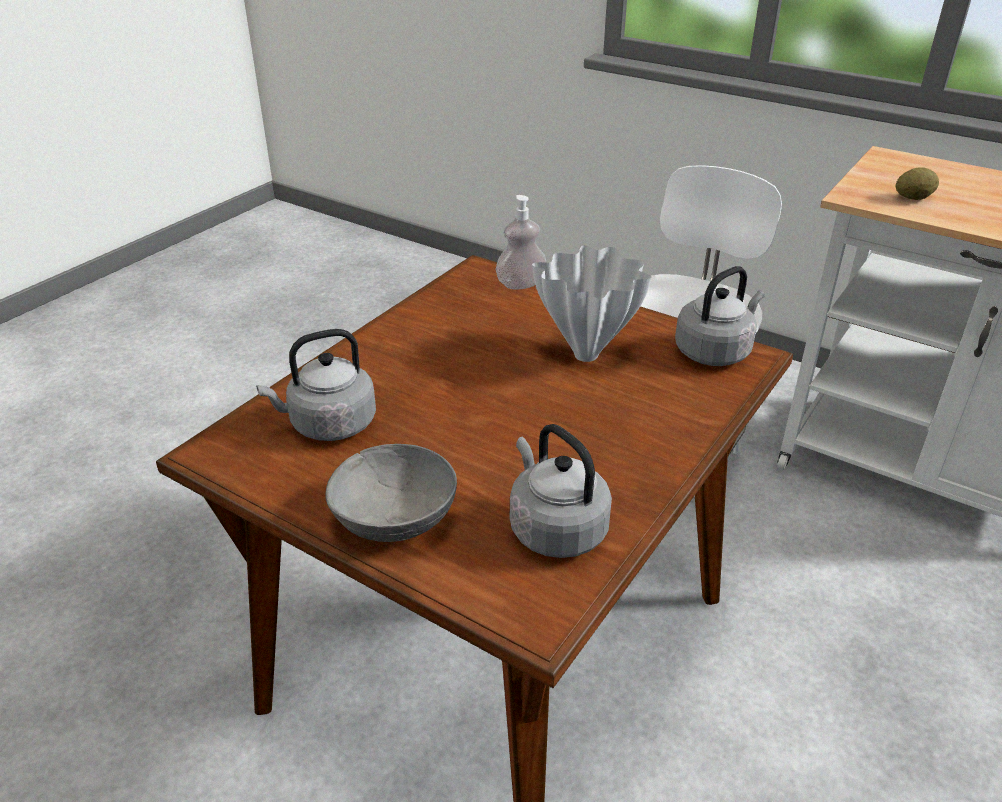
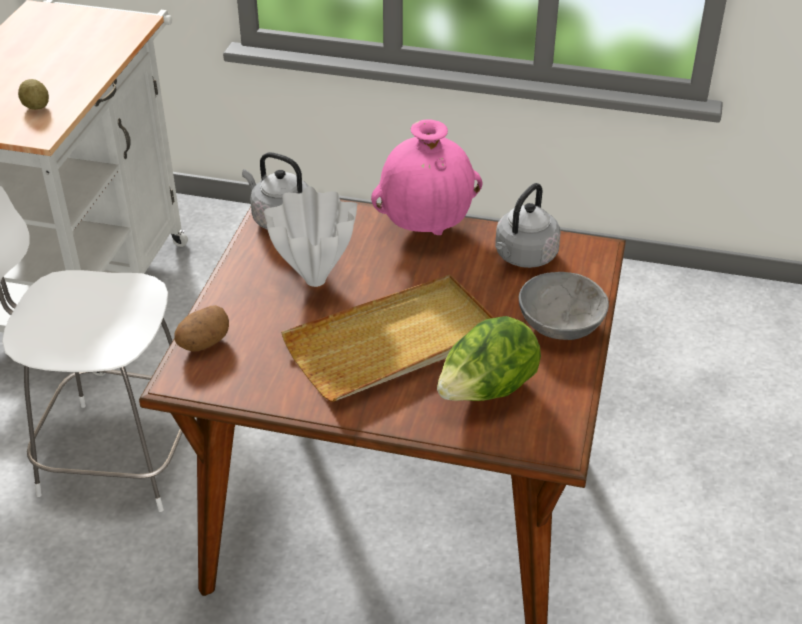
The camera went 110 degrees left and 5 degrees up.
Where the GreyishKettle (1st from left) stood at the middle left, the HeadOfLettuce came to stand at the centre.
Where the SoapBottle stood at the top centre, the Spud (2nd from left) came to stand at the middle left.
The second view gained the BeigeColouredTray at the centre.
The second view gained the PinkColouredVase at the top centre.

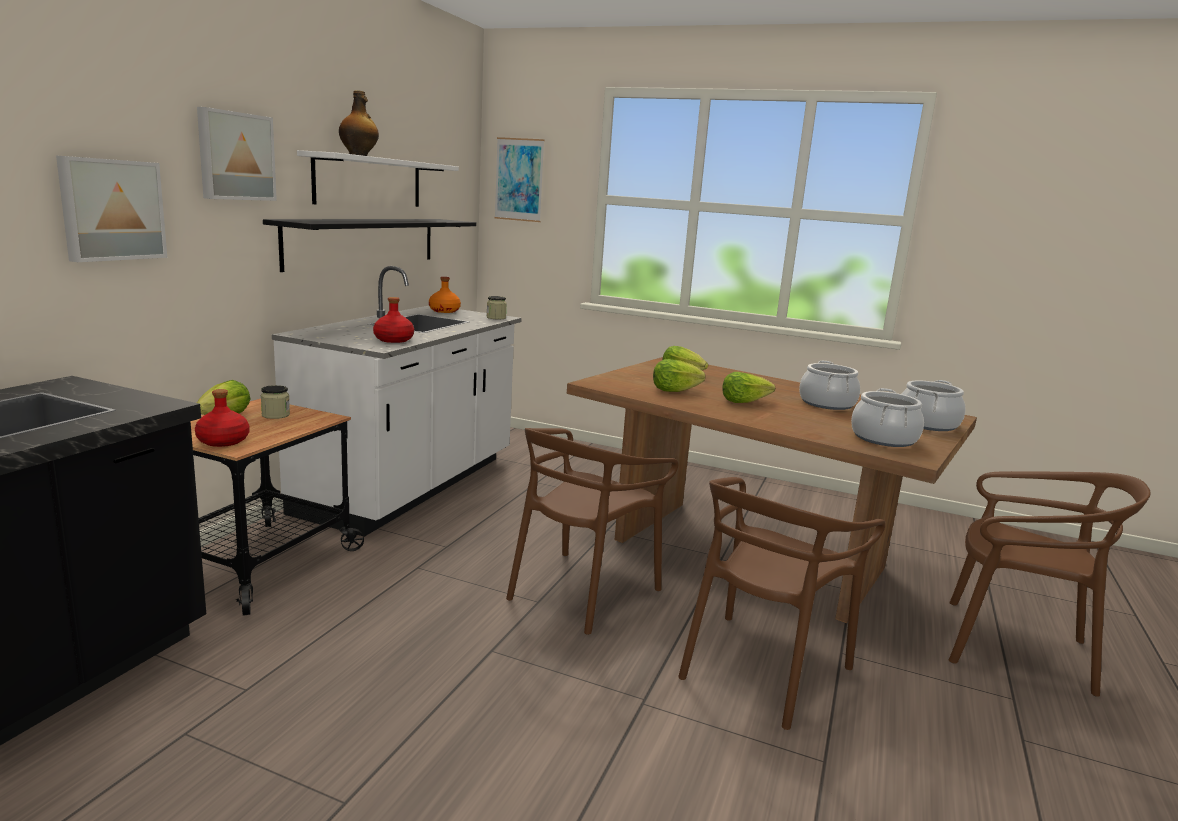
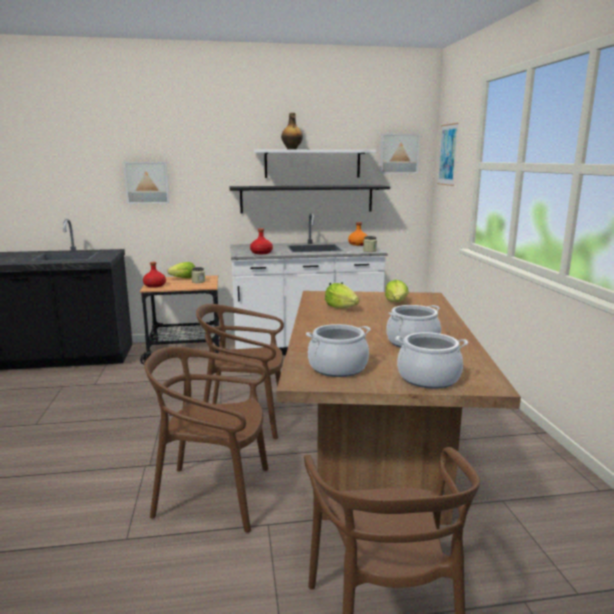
The camera went 60 degrees right and 0 degrees up.
The WallPicture (2nd from left) ended up elsewhere, having gone from the top left to the top centre.
The second view lost the HeadOfLettuce (4th from left) at the centre.

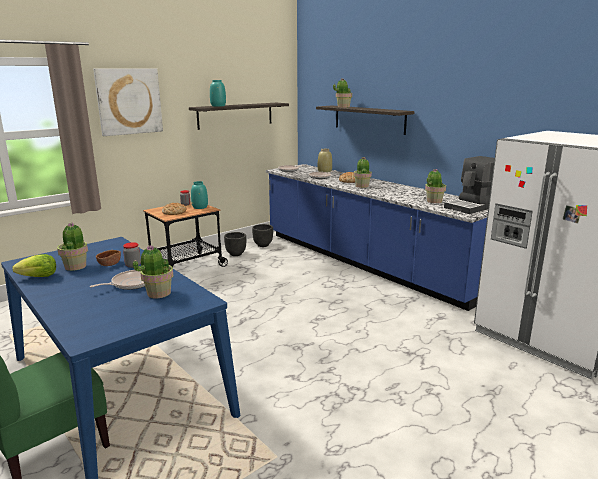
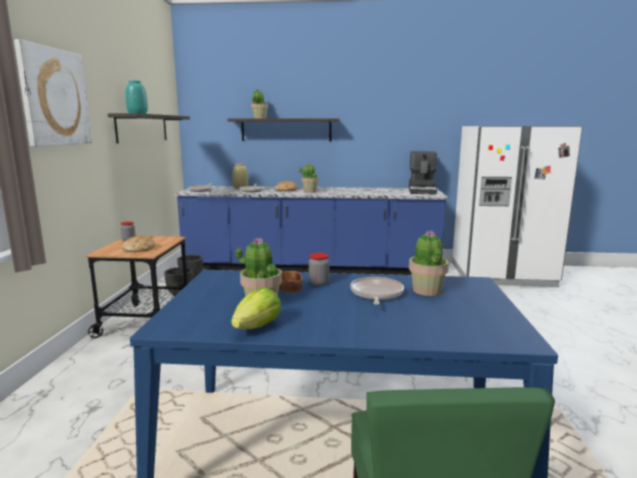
The camera went 45 degrees left and 5 degrees down.
The second view lost the TurquoiseVase (1st from left) at the middle left.
The second view lost the Houseplant (5th from left) at the middle right.

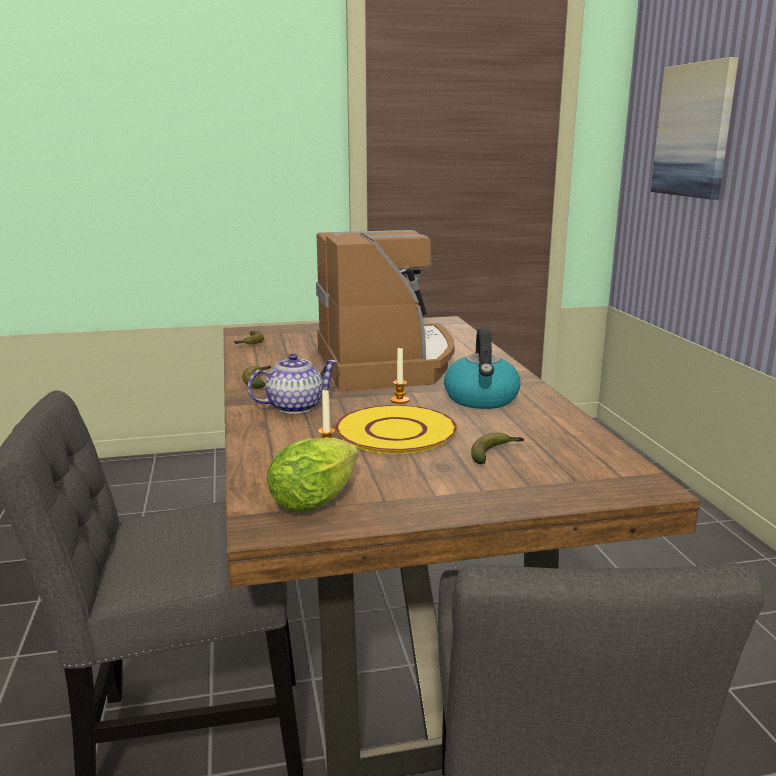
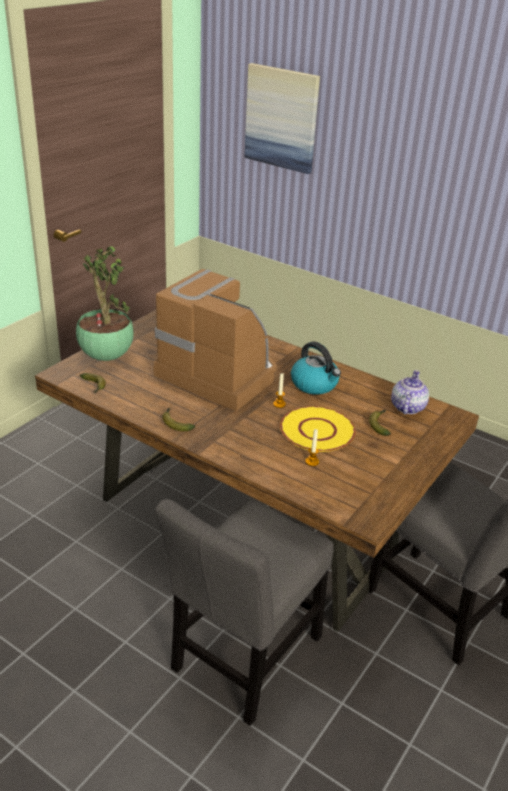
The camera went 45 degrees left and 15 degrees up.
The TeaPot ended up elsewhere, having gone from the centre to the middle right.
The second view lost the HeadOfLettuce at the centre.
The second view gained the Houseplant at the middle left.

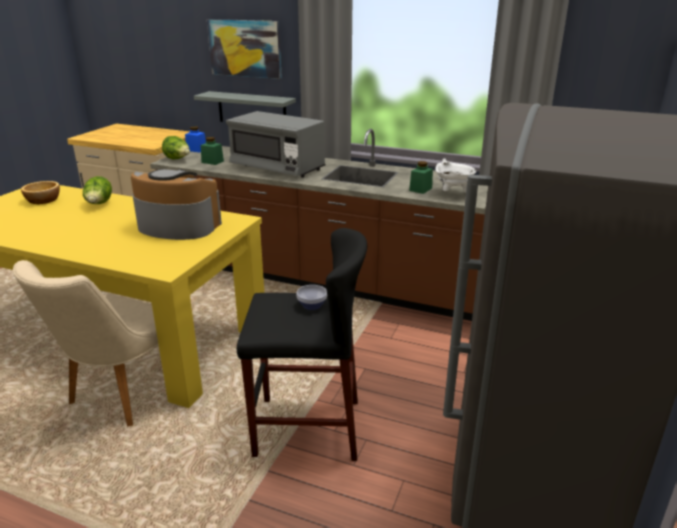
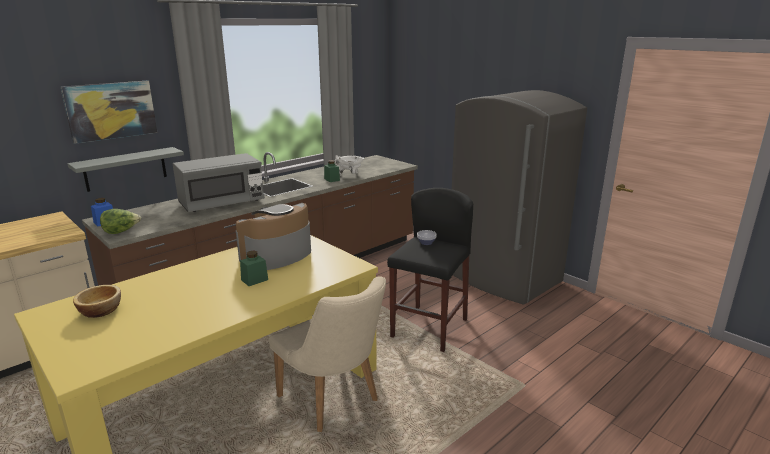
The camera went 65 degrees left and 5 degrees down.
The second view lost the HeadOfLettuce (1st from left) at the middle left.
The GreenColouredPreserveJar (1st from left) ended up elsewhere, having gone from the top left to the middle left.

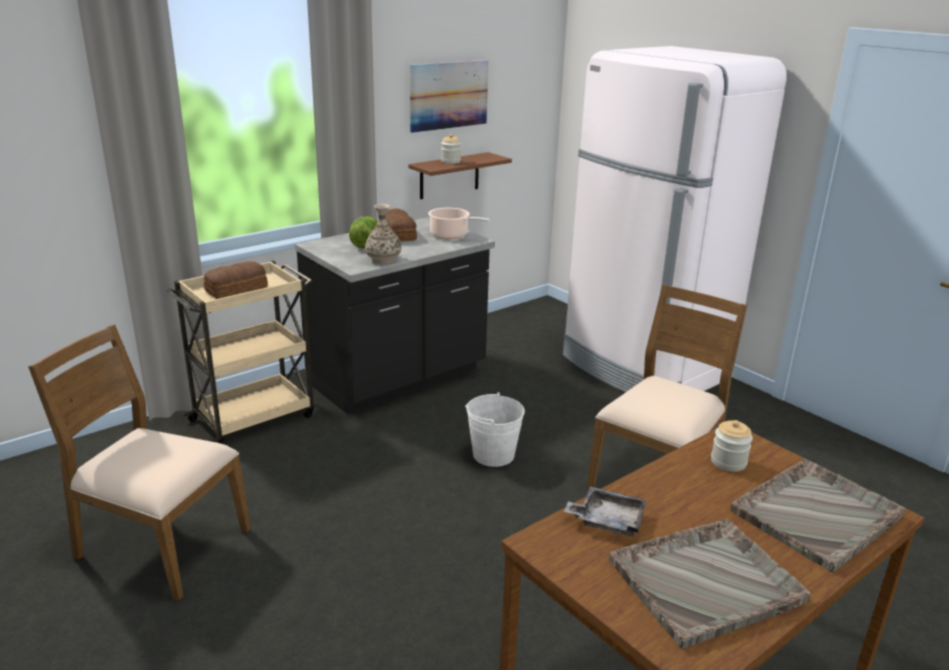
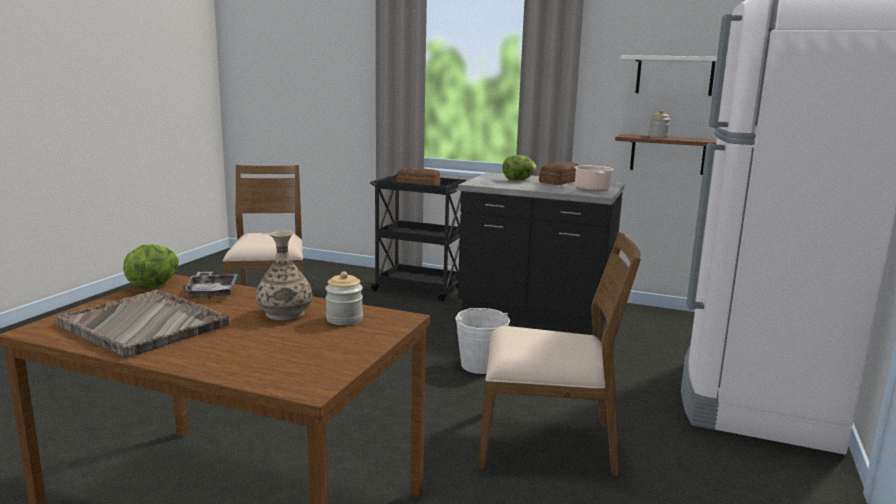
The camera went 60 degrees right and 10 degrees down.
What was the BeigeColouredCart at the middle left turned into the BlackCart at the centre.
The Vase ended up elsewhere, having gone from the centre to the middle left.
Where the WallPicture hung at the top centre, the WhiteWallShelf came to hang at the top right.
The second view lost the GreyishTray (3rd from left) at the bottom right.
The second view gained the HeadOfLettuce (1st from left) at the middle left.

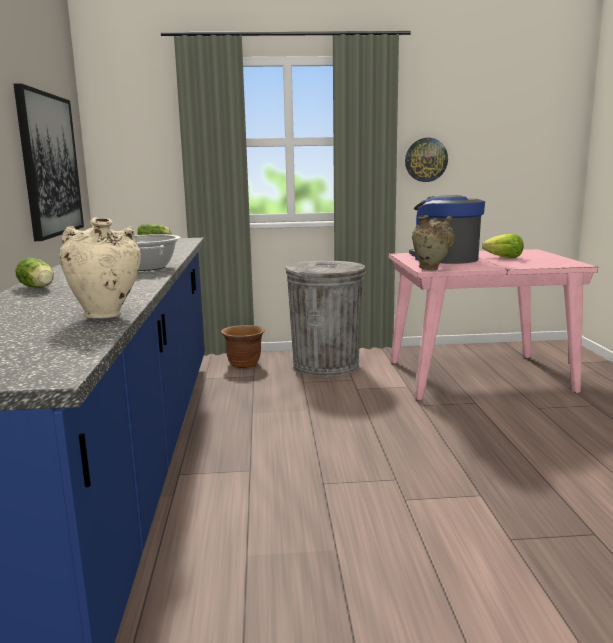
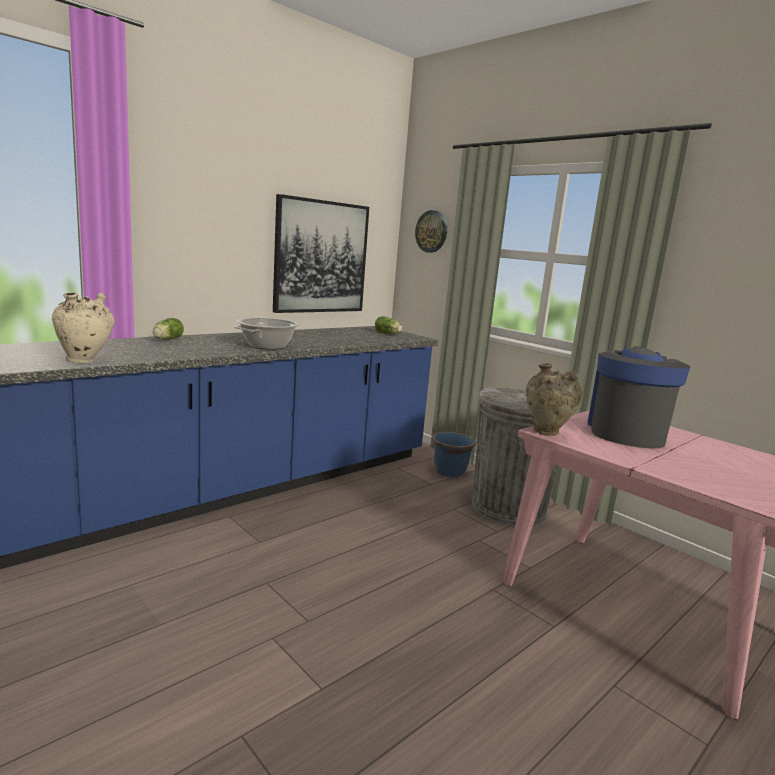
The camera went 50 degrees right and 0 degrees up.
What was the BrownColouredPlanter at the centre turned into the BlueColouredPlanter at the centre.
The HangingClock ended up elsewhere, having gone from the top right to the top centre.
The second view lost the HeadOfLettuce (3rd from left) at the middle right.

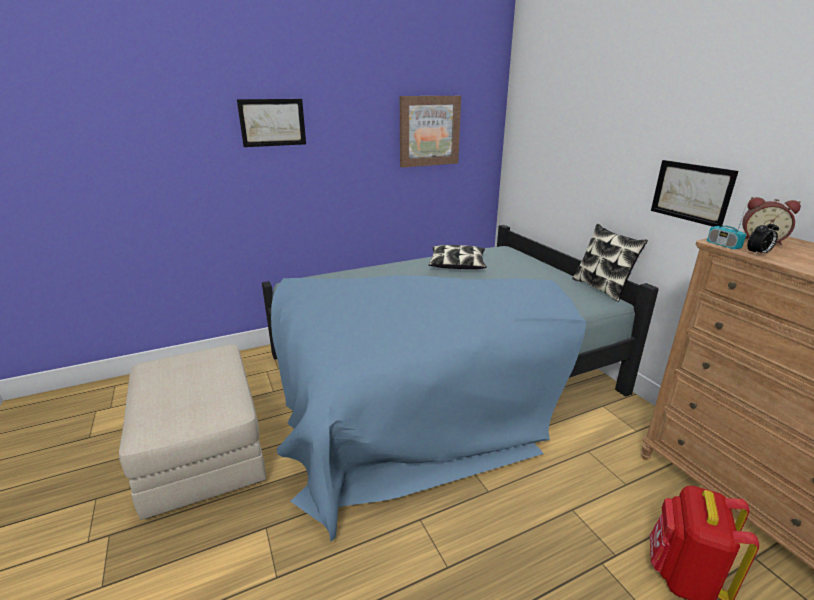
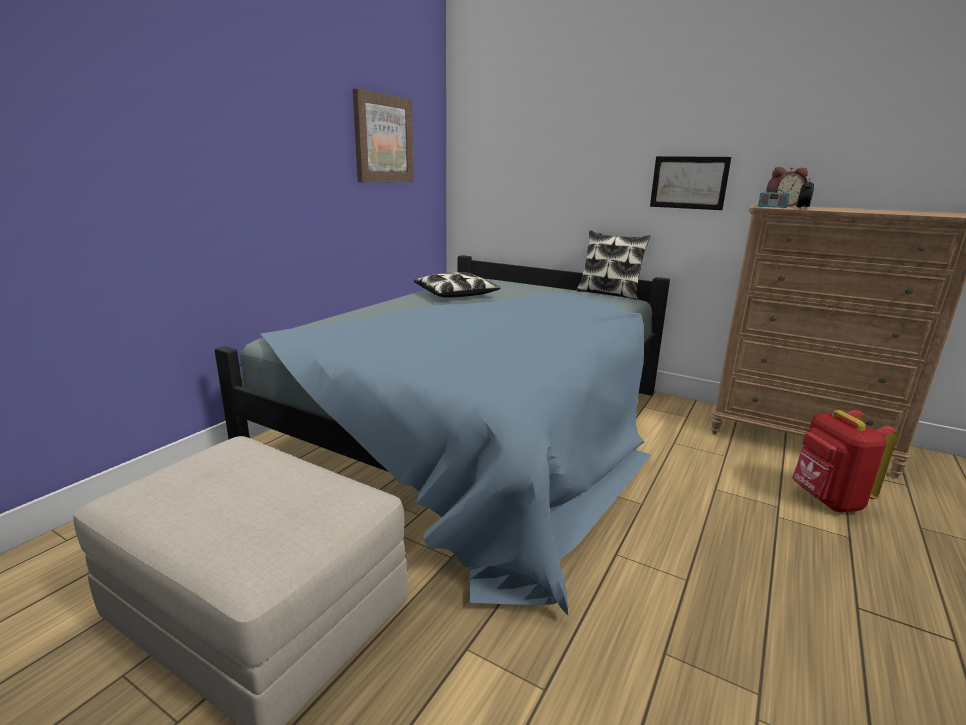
The camera went 35 degrees left and 5 degrees down.
The second view lost the WallPicture (1st from left) at the top left.

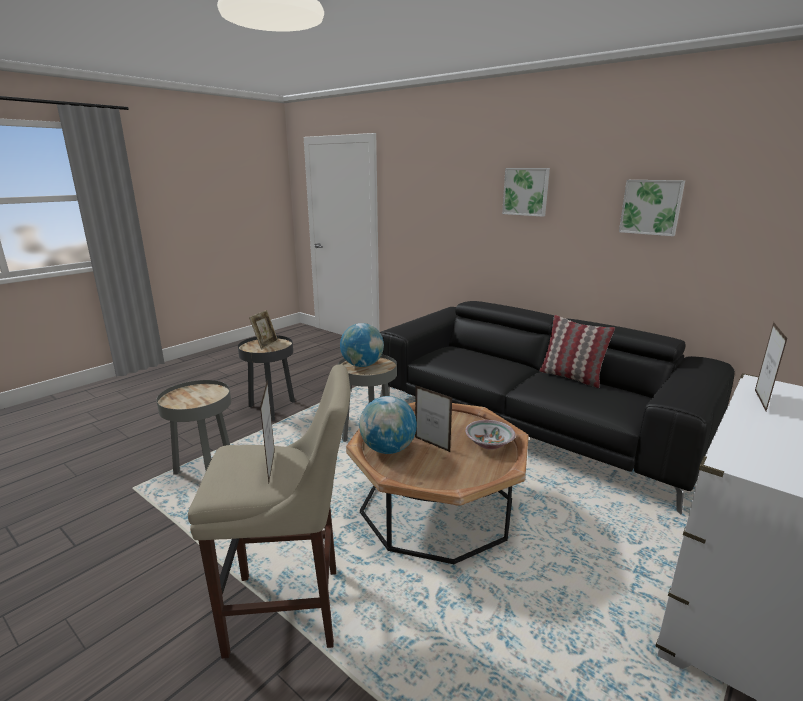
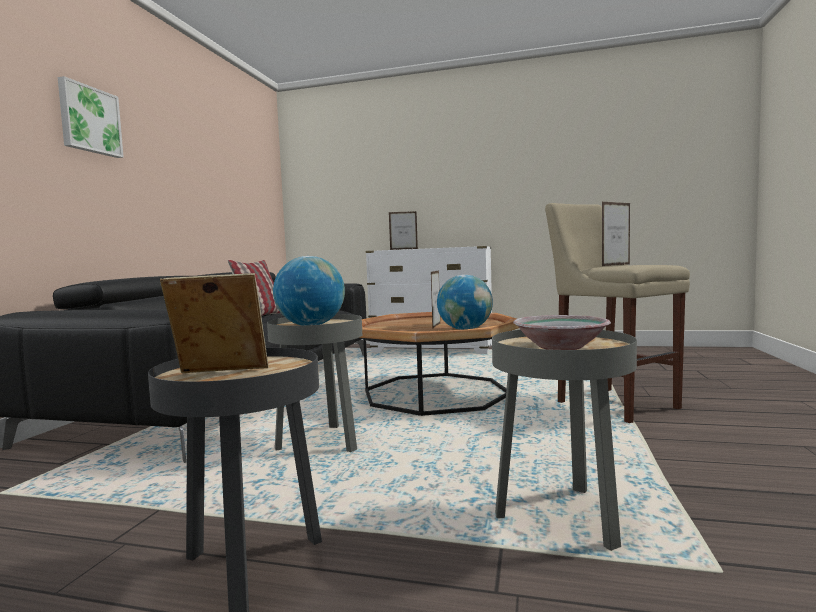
The camera went 115 degrees left and 15 degrees down.
The DeepDish ended up elsewhere, having gone from the centre to the middle right.
The second view lost the WallPicture (2nd from left) at the top right.

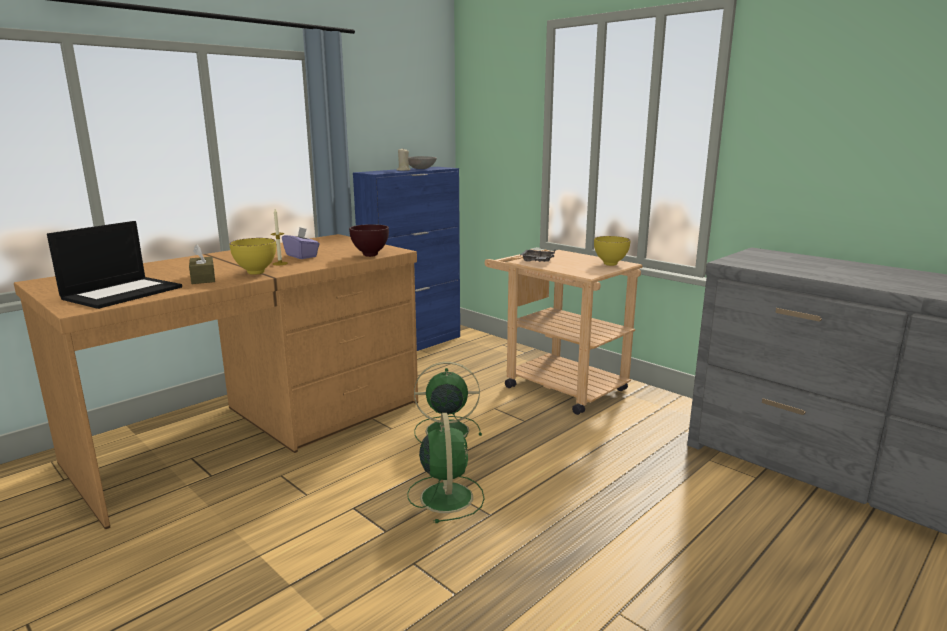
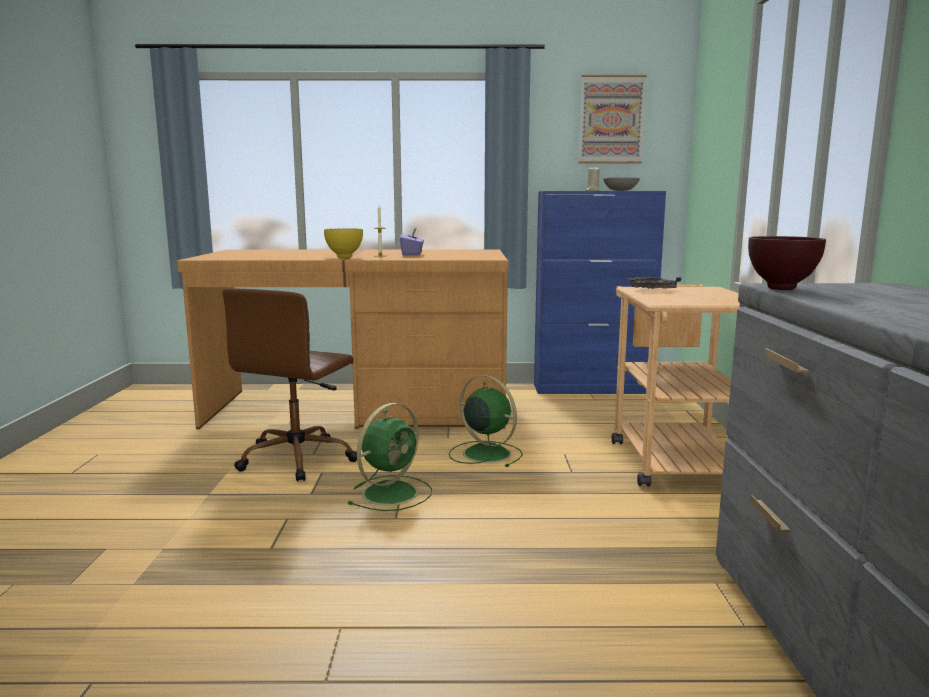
The camera went 45 degrees right and 5 degrees down.
The second view lost the NotebookComputer at the middle left.
The second view lost the BrownColouredTissueBox at the middle left.
The BrownColouredDeepDish ended up elsewhere, having gone from the centre to the middle right.
The second view lost the YellowColouredDeepDish (2nd from left) at the centre.
The second view gained the BrownColouredOfficeChair at the middle left.
The second view gained the WallPicture at the top centre.

